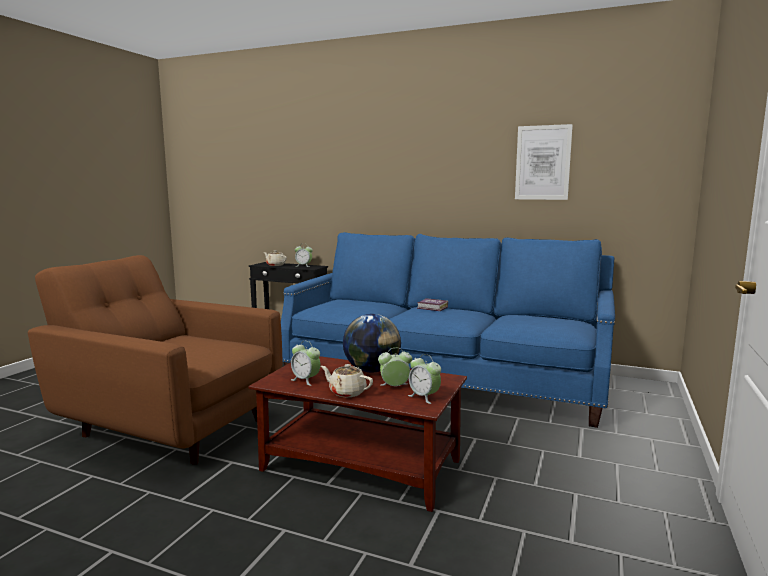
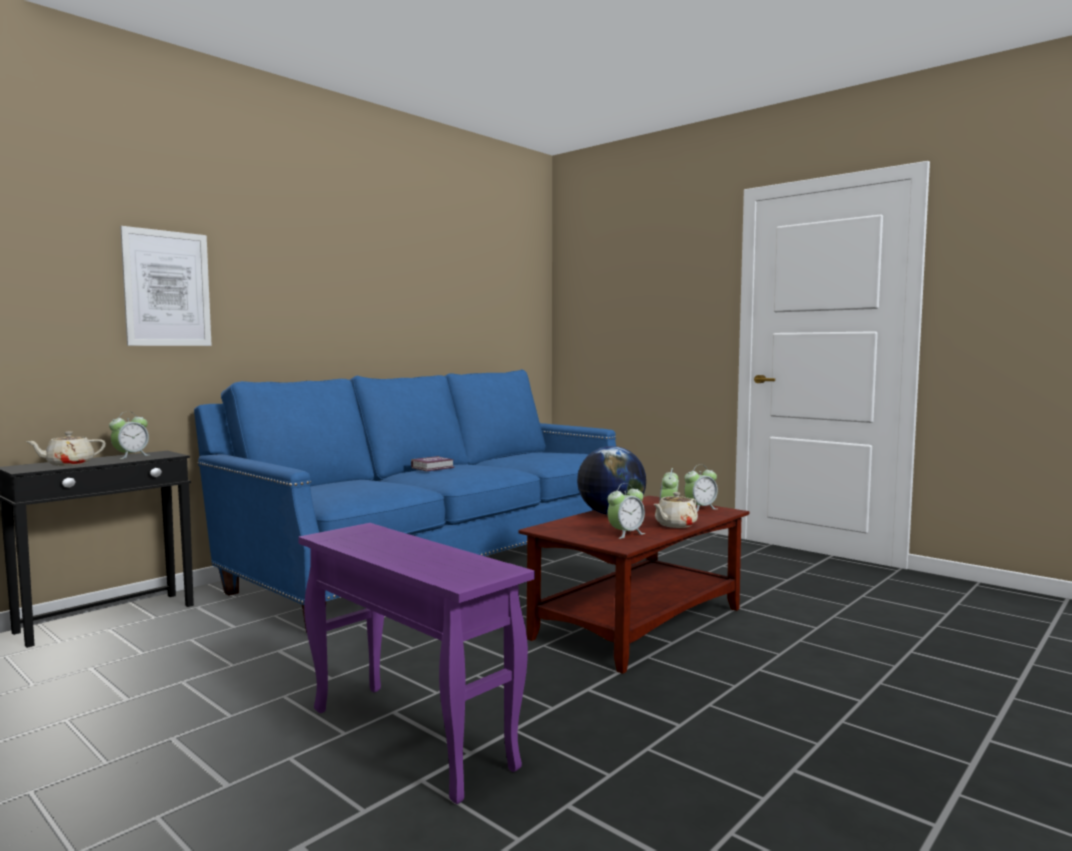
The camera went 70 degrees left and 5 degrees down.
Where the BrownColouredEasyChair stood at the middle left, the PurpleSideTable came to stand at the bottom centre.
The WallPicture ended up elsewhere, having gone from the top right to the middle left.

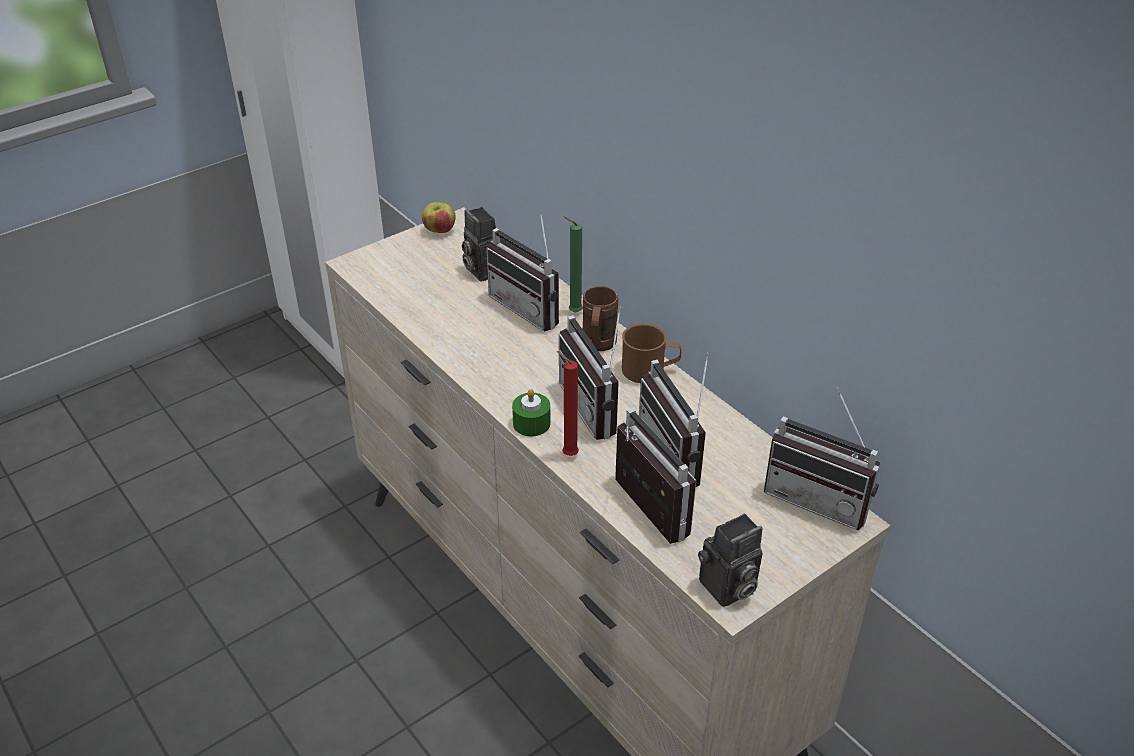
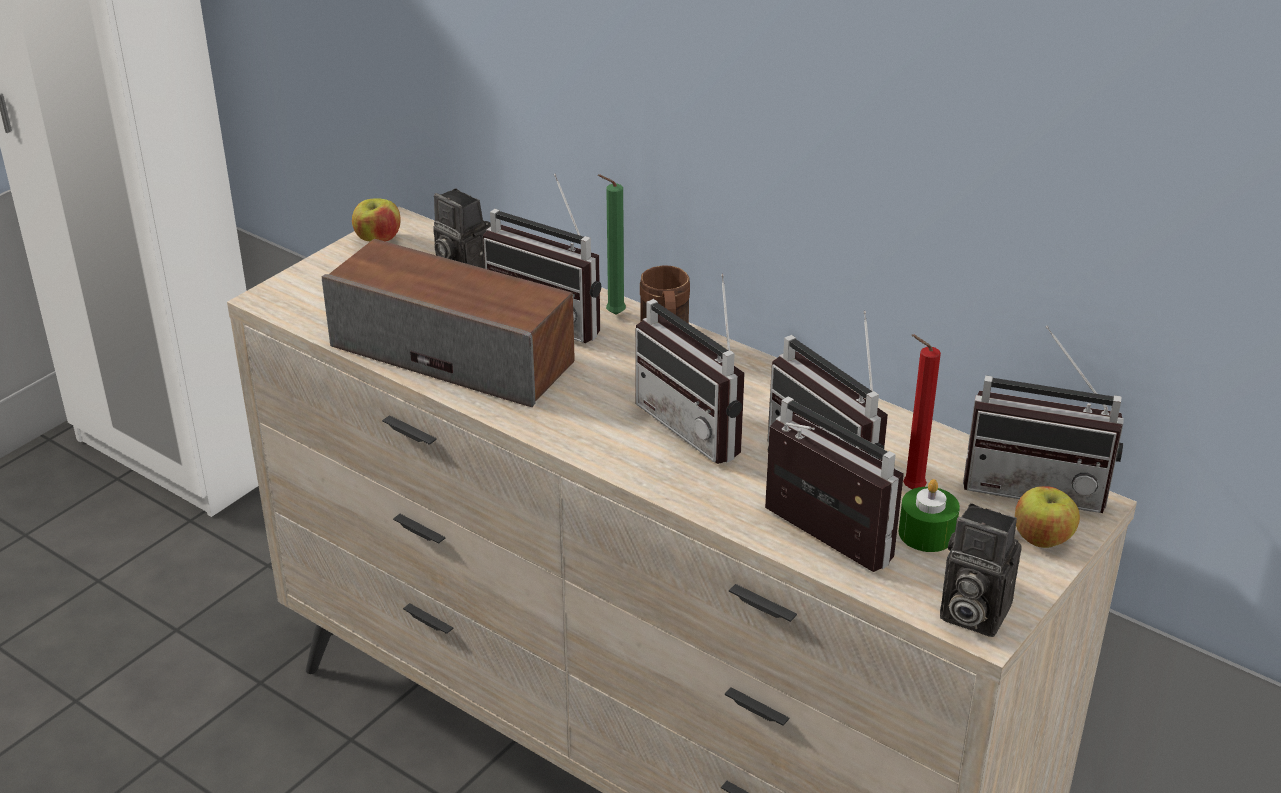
The camera went 15 degrees left and 5 degrees down.
The GreenColouredCandle (1st from left in the first image) ended up elsewhere, having gone from the centre to the middle right.
The RedColouredCandle ended up elsewhere, having gone from the centre to the middle right.
The second view lost the BrownColouredTeaMug (2nd from left) at the centre.
The PhotoCamera (2nd from left) at the bottom centre ended up facing another way, 75 degrees clockwise from before.
The second view gained the Loudspeaker at the centre.
The second view gained the WholeApple (2nd from left) at the middle right.

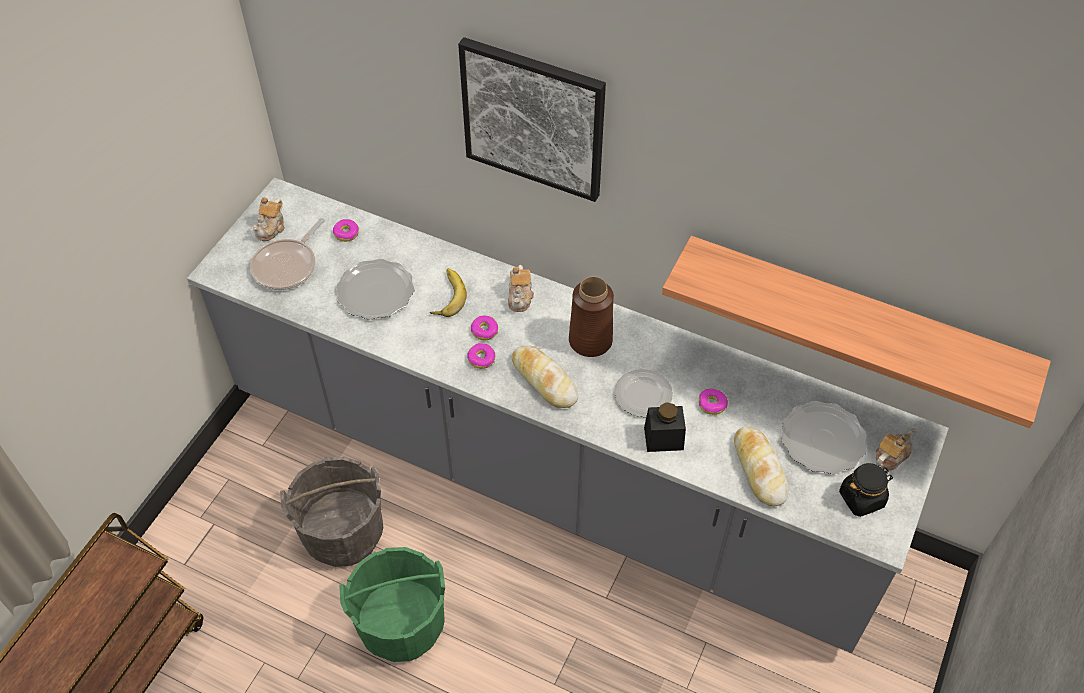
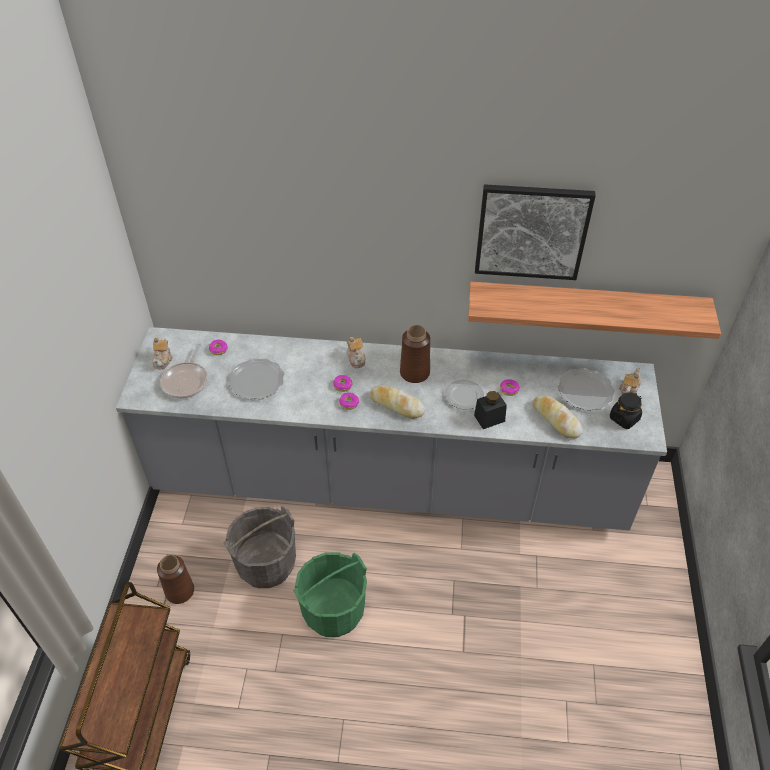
The camera went 20 degrees left and 5 degrees down.
The second view lost the Banana at the centre.
The WallPicture ended up elsewhere, having gone from the top centre to the top right.
The second view gained the BrownColouredVase (1st from left) at the bottom left.

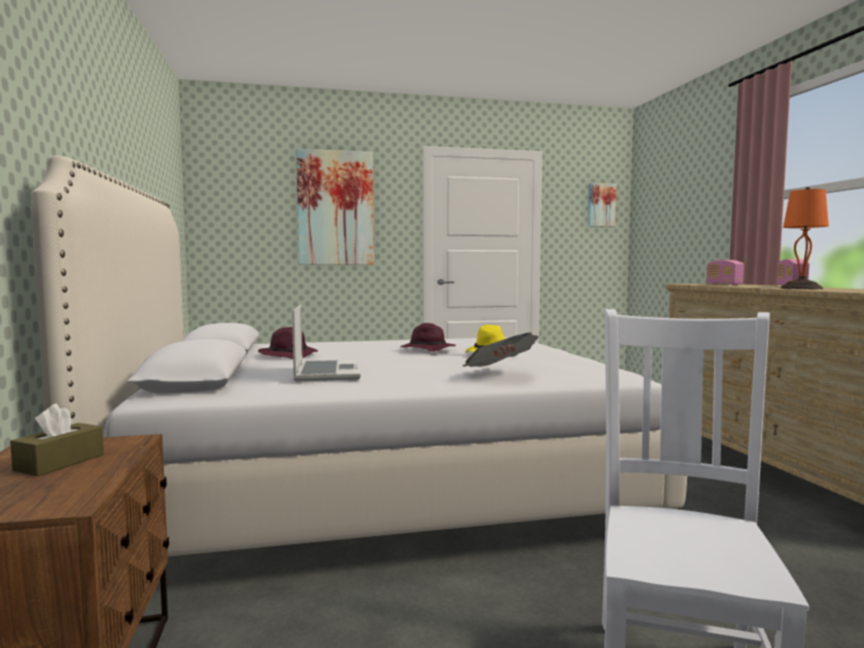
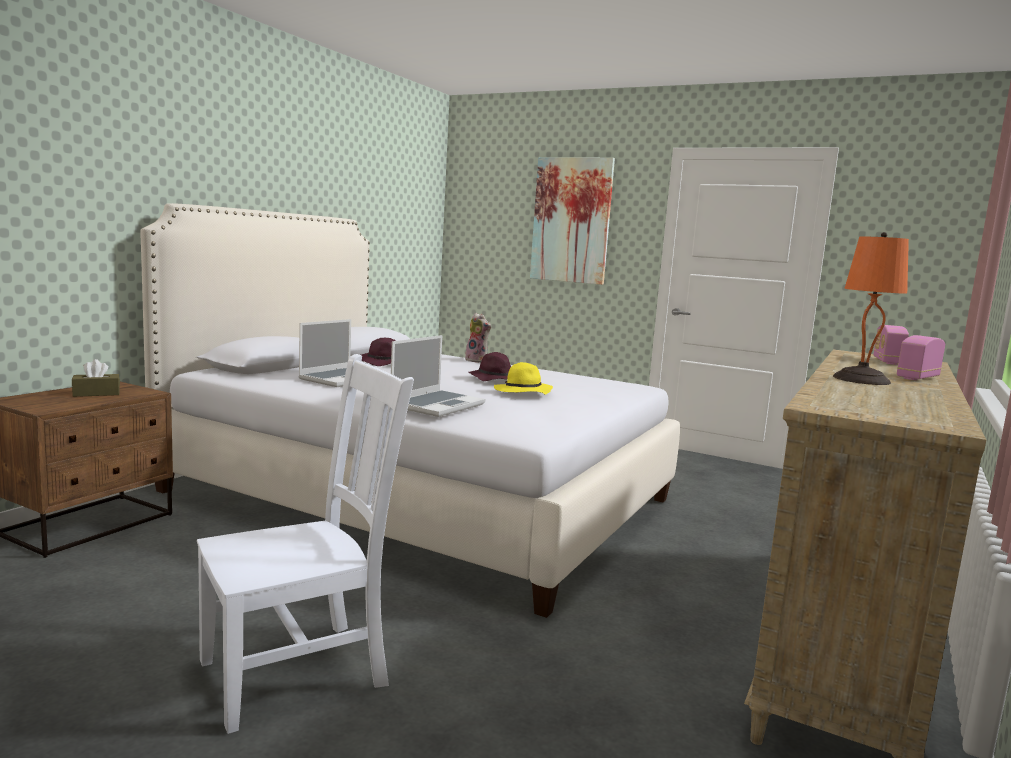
The camera went 40 degrees right and 5 degrees up.
Where the DailyPaper stood at the centre, the NotebookComputer (2nd from left) came to stand at the centre.
The second view lost the WallPicture (2nd from left) at the top right.
The second view gained the PlushToy at the centre.

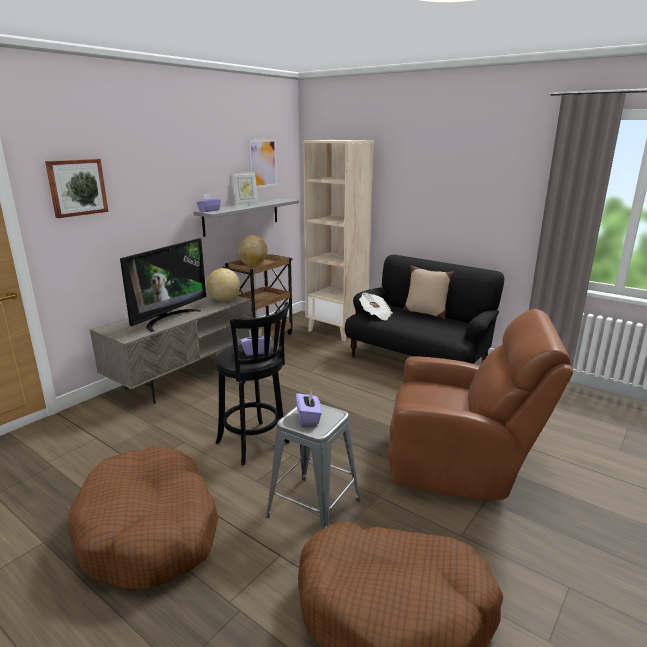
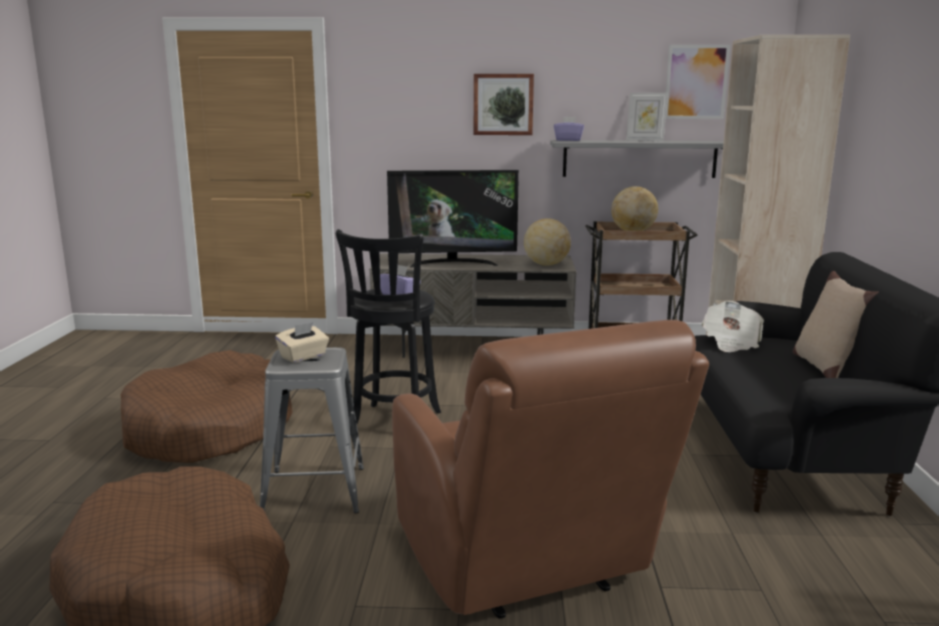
The camera went 55 degrees right and 5 degrees down.
The WallPicture (1st from left) ended up elsewhere, having gone from the top left to the top centre.
What was the PurpleTissueBox (3rd from left) at the centre turned into the BeigeColouredTissueBox at the middle left.

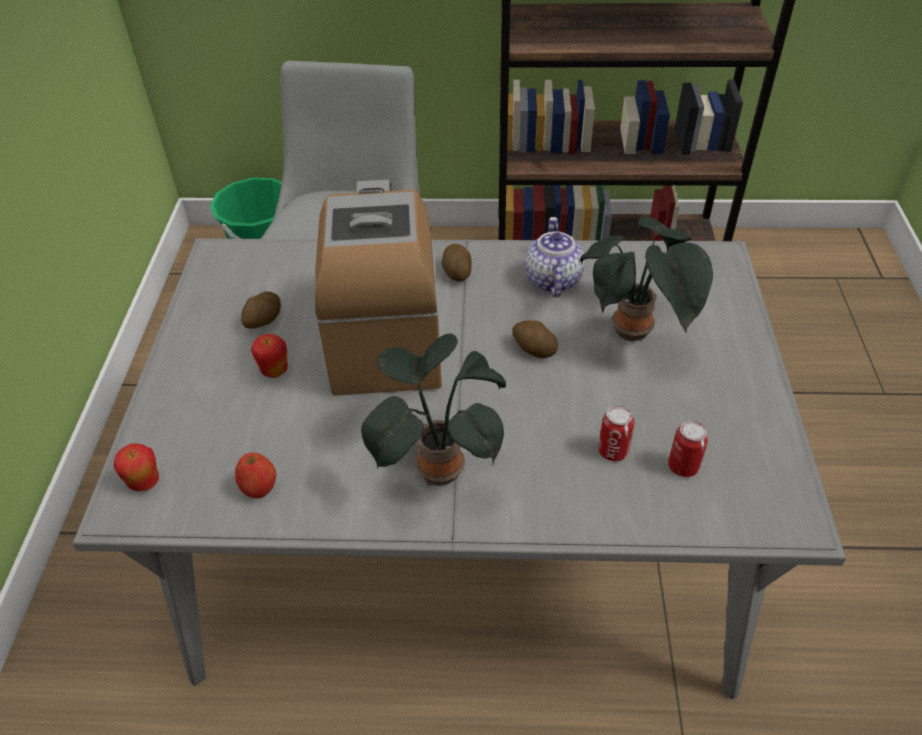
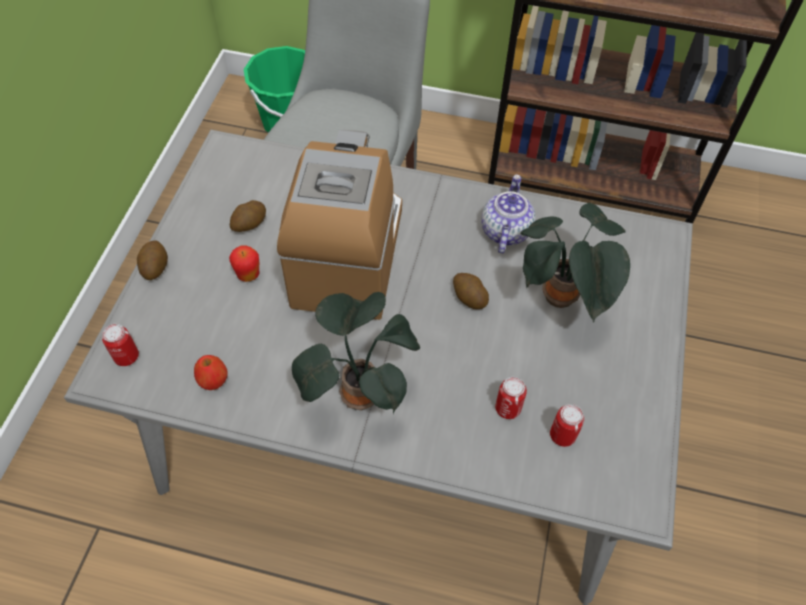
The camera went 10 degrees right and 10 degrees up.
Where the WholeApple (1st from left) stood at the middle left, the MetalCan (1st from left) came to stand at the middle left.
The Spud (2nd from left in the first image) ended up elsewhere, having gone from the centre to the middle left.

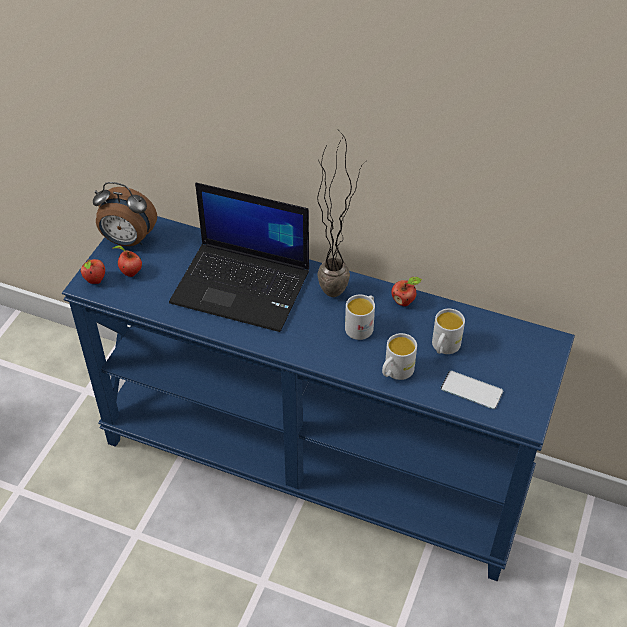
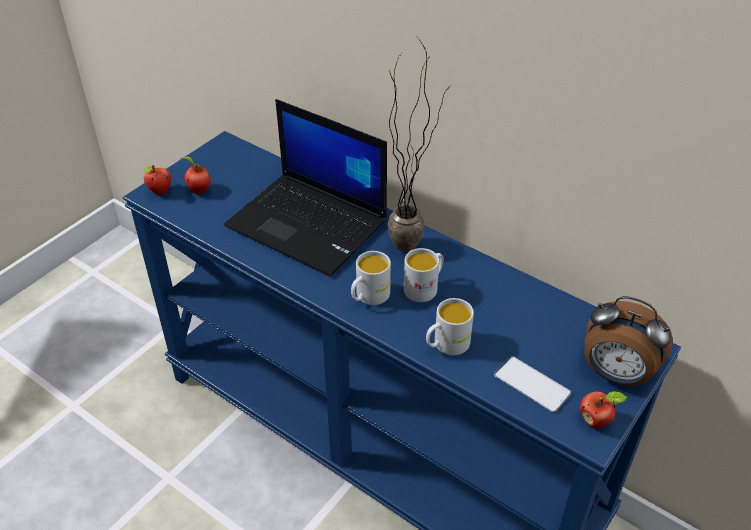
The camera went 15 degrees right and 5 degrees down.
The BedsideClock ended up elsewhere, having gone from the middle left to the middle right.
The WholeApple (3rd from left) ended up elsewhere, having gone from the centre to the bottom right.
The WhiteTeaMug (3rd from left in the first image) ended up elsewhere, having gone from the middle right to the centre.

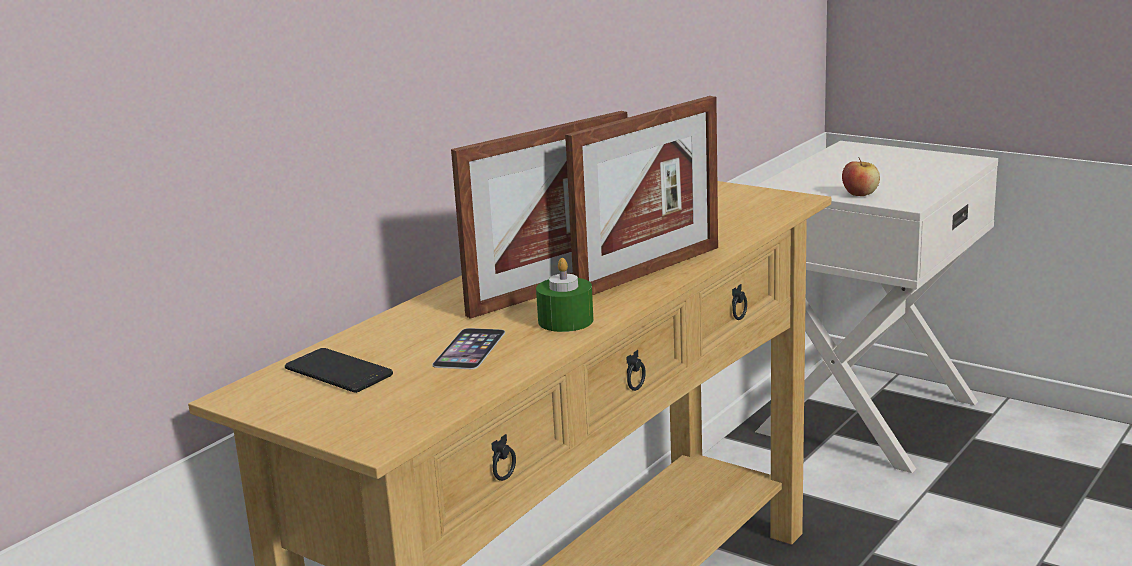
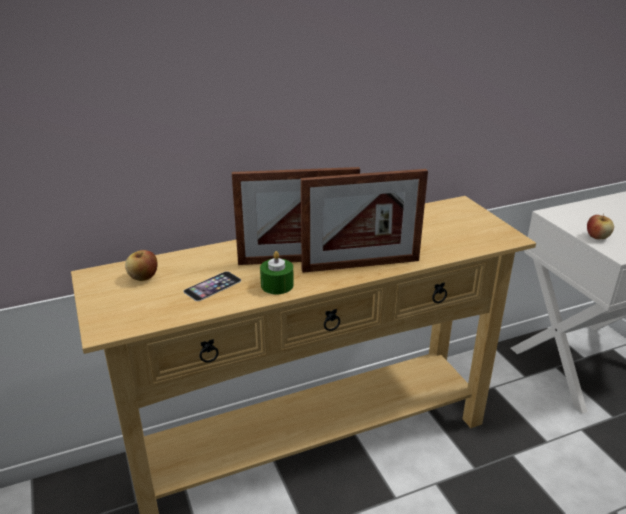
The camera went 30 degrees right and 10 degrees up.
Where the Telephone (1st from left) stood at the middle left, the WholeApple (1st from left) came to stand at the middle left.

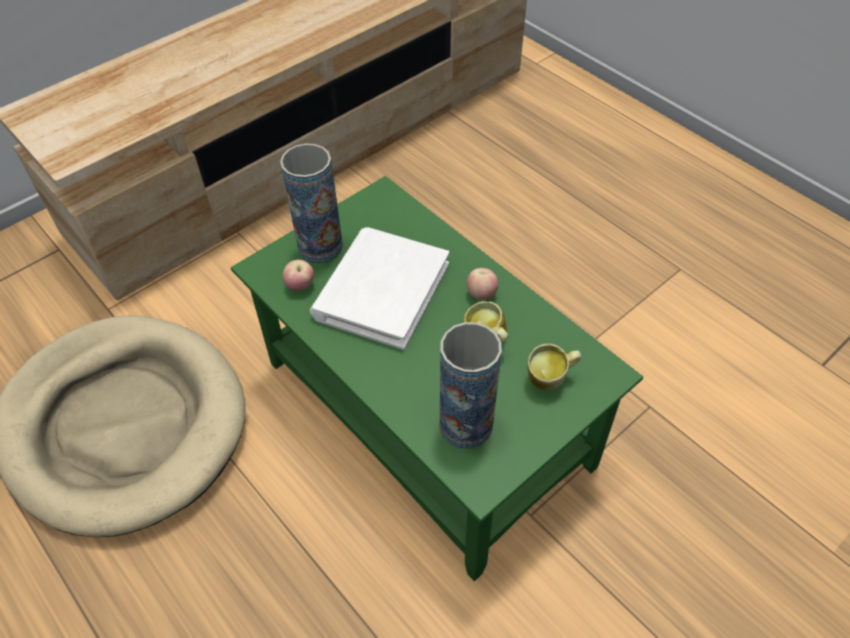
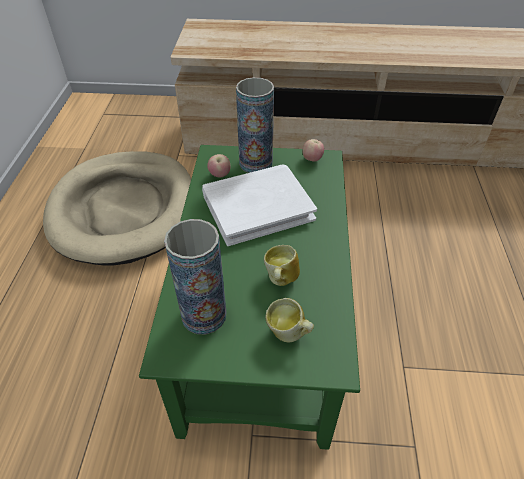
The camera went 45 degrees right and 5 degrees down.
The WholeApple (2nd from left) ended up elsewhere, having gone from the centre to the top centre.

